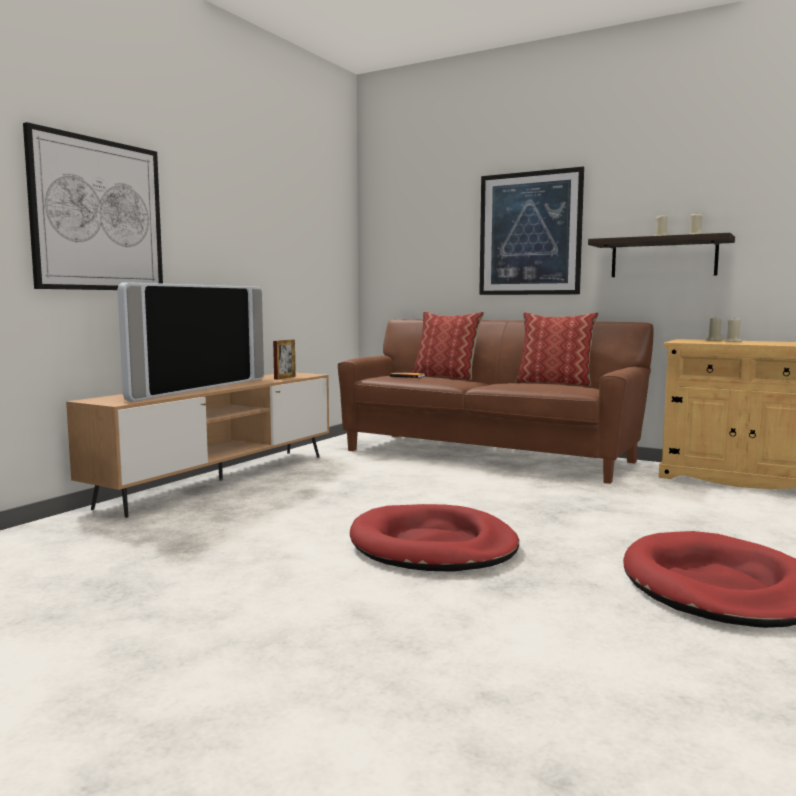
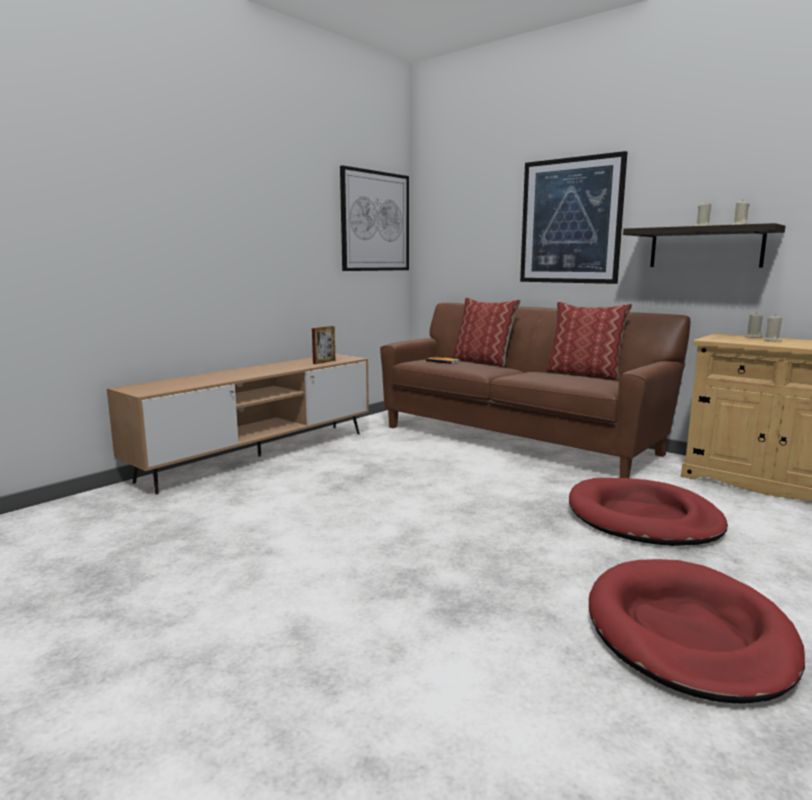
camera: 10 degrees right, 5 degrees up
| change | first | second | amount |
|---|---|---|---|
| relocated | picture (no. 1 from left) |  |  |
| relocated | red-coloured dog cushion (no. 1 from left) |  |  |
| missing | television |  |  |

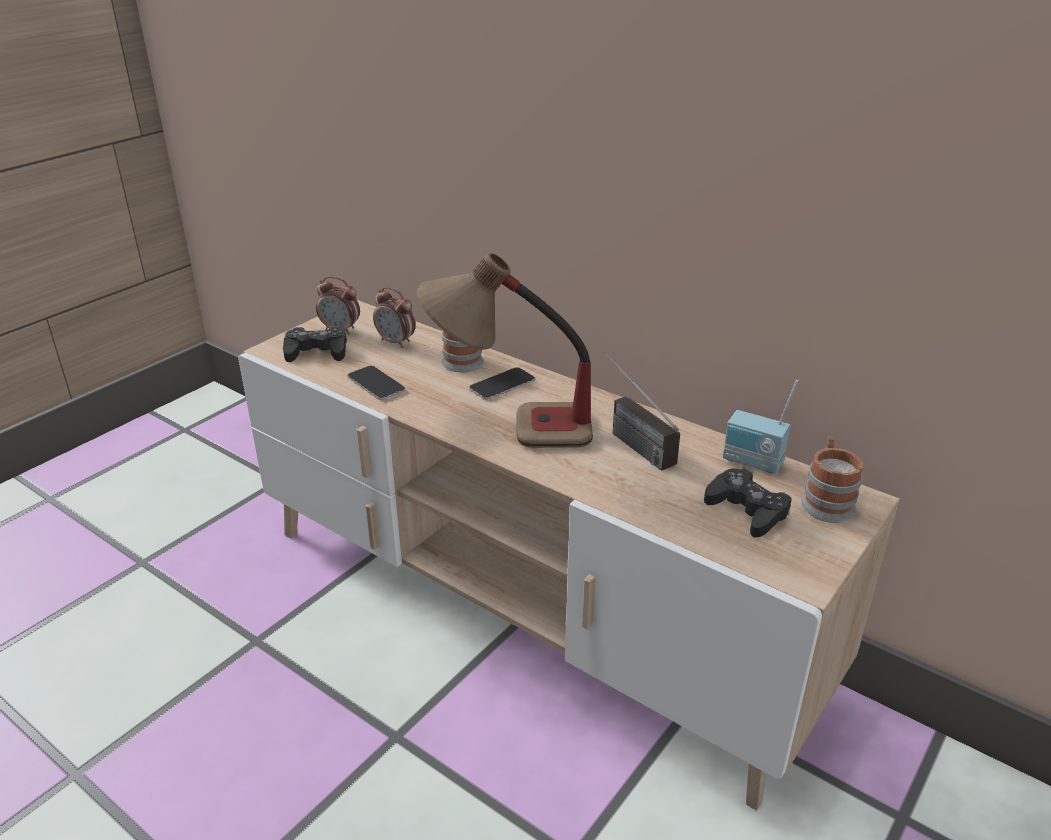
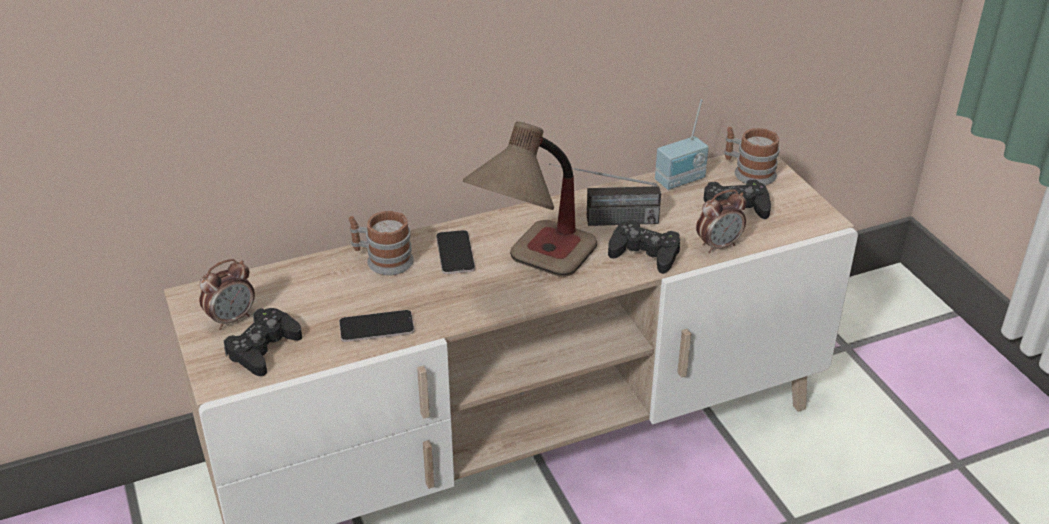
camera: 60 degrees left, 5 degrees up
| change | first | second | amount |
|---|---|---|---|
| appeared |  | black joypad (no. 2 from left) |  |
| relocated | alarm clock (no. 2 from left) |  |  |

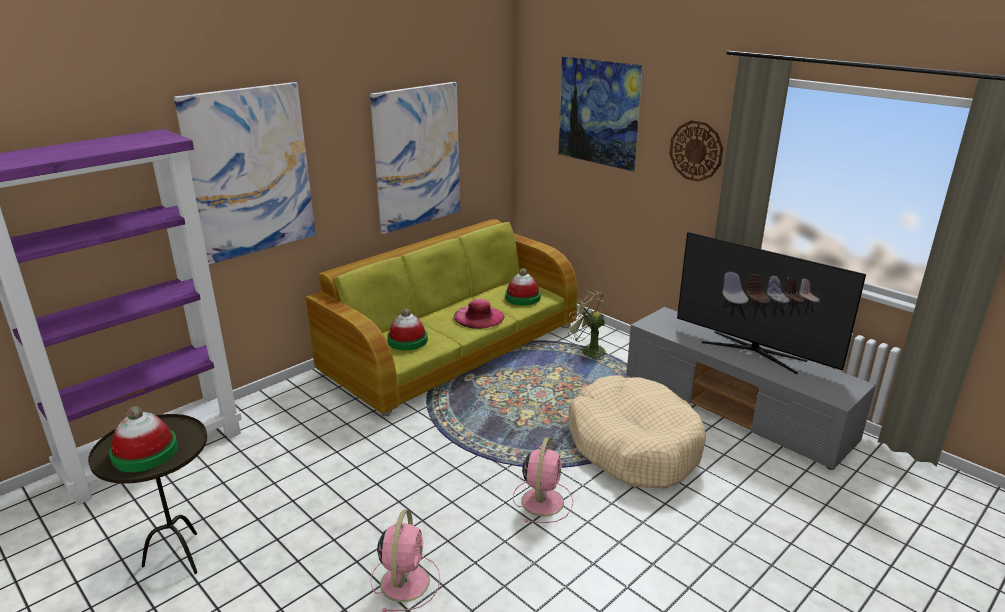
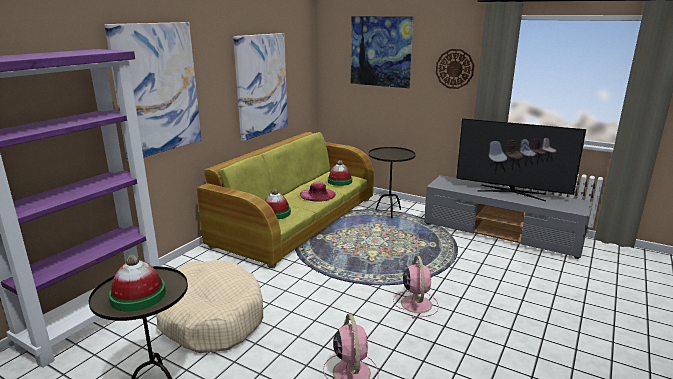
camera: 15 degrees left, 5 degrees down
| change | first | second | amount |
|---|---|---|---|
| relocated | beige-coloured dog cushion |  |  |
| exchanged | green cooling fan | brown-coloured end table (no. 2 from left) |  |

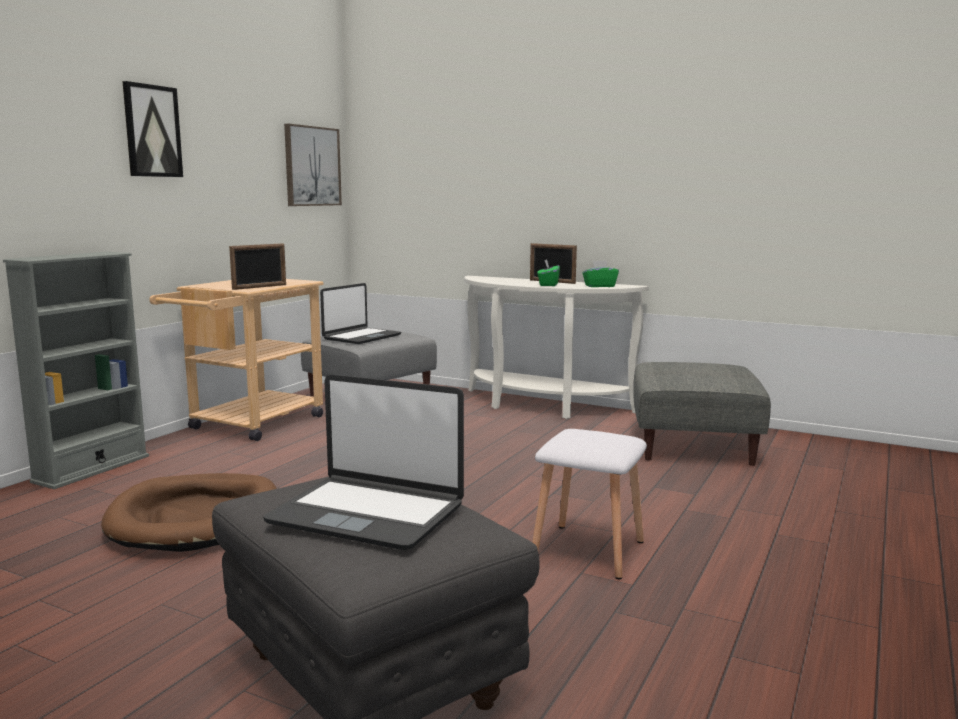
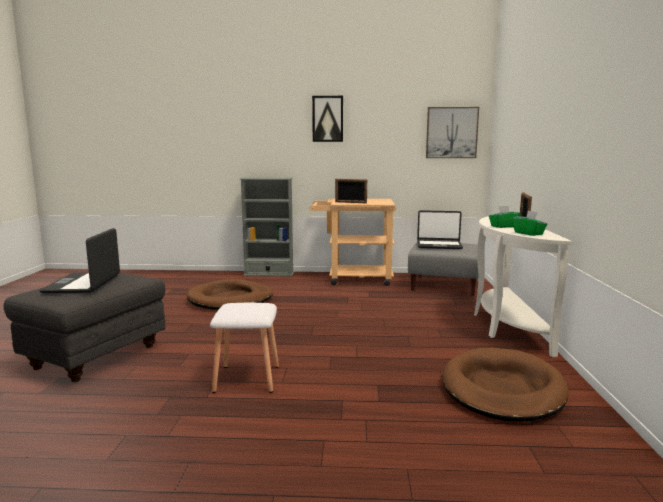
camera: 65 degrees right, 0 degrees up
| change | first | second | amount |
|---|---|---|---|
| exchanged | greyish pouffe (no. 3 from left) | brown-coloured dog cushion (no. 2 from left) |  |

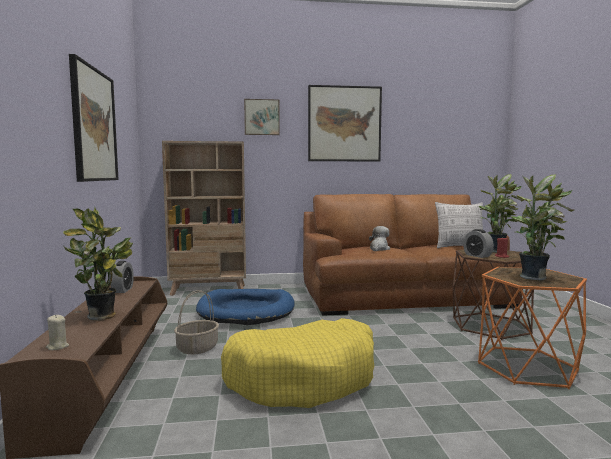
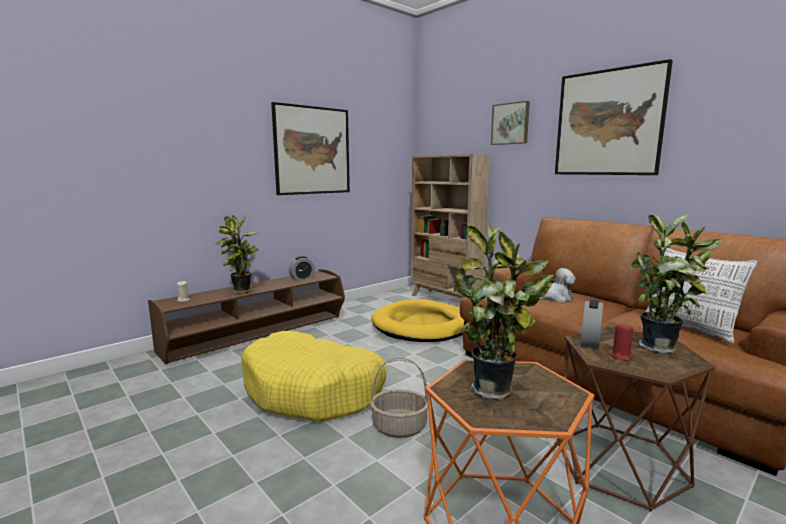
camera: 55 degrees right, 5 degrees up
| change | first | second | amount |
|---|---|---|---|
| relocated | household basket |  |  |
| colour | bluish dog cushion | yellow-coloured dog cushion (no. 2 from left) |  |

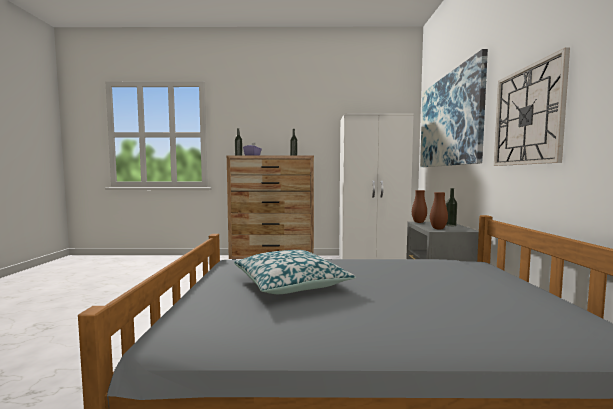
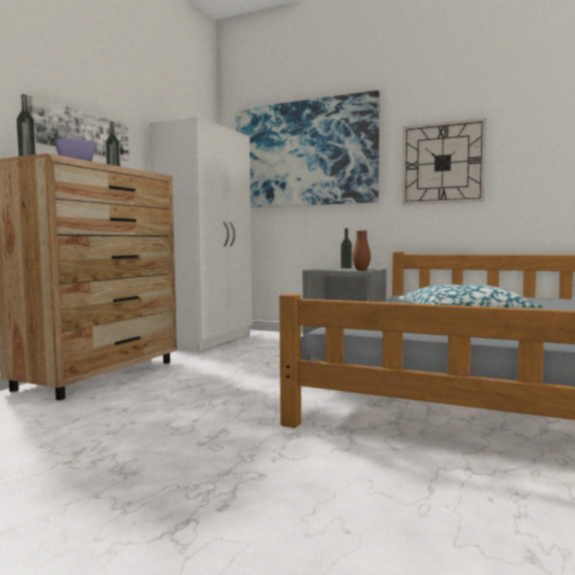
camera: 65 degrees left, 0 degrees up
| change | first | second | amount |
|---|---|---|---|
| appeared |  | picture (no. 1 from left) |  |
| missing | brown-coloured vase (no. 1 from left) |  |  |

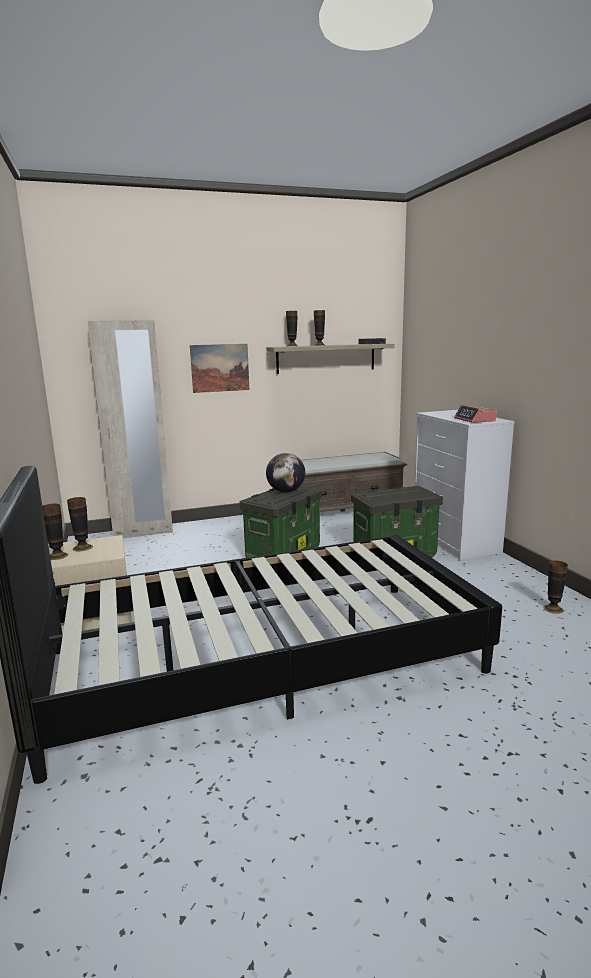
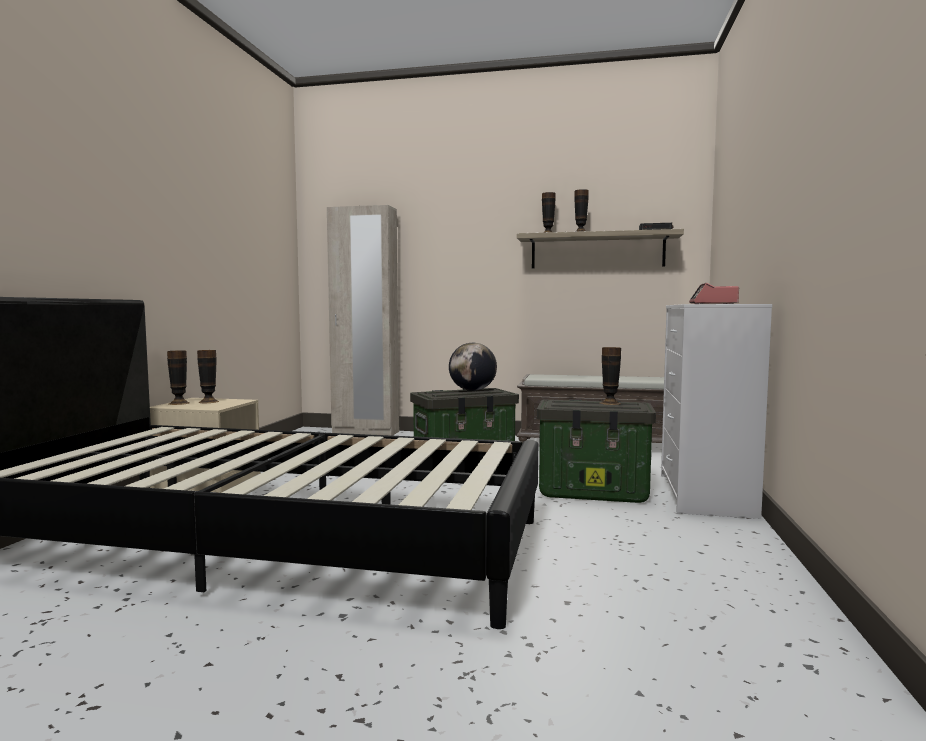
camera: 30 degrees right, 10 degrees down
| change | first | second | amount |
|---|---|---|---|
| relocated | vase (no. 5 from left) |  |  |
| missing | picture |  |  |

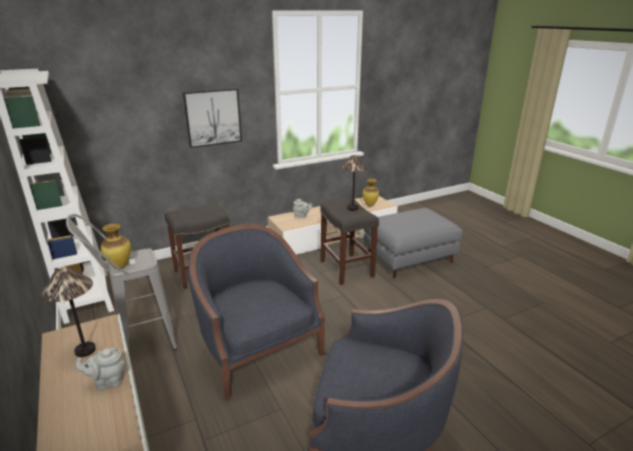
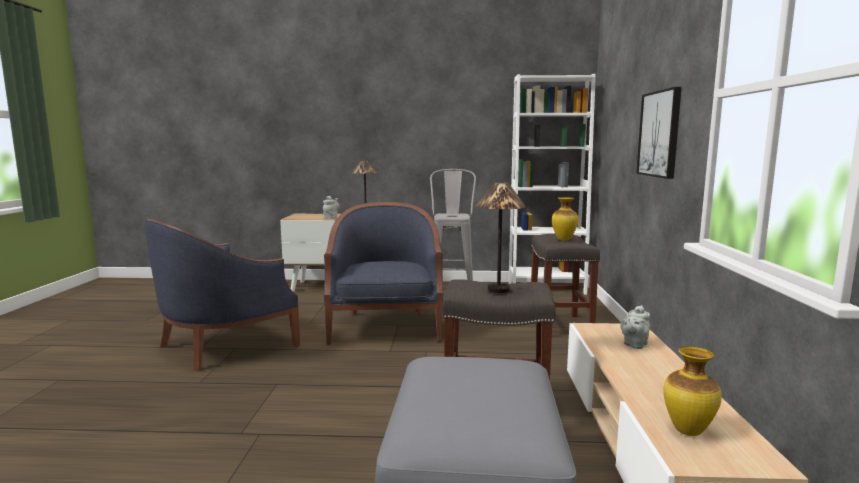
camera: 120 degrees right, 15 degrees down
| change | first | second | amount |
|---|---|---|---|
| spun | bluish lounge chair (no. 1 from left in the first image) | bluish lounge chair (no. 2 from left) | 90 degrees counterclockwise |
| relocated | vase (no. 1 from left) |  |  |

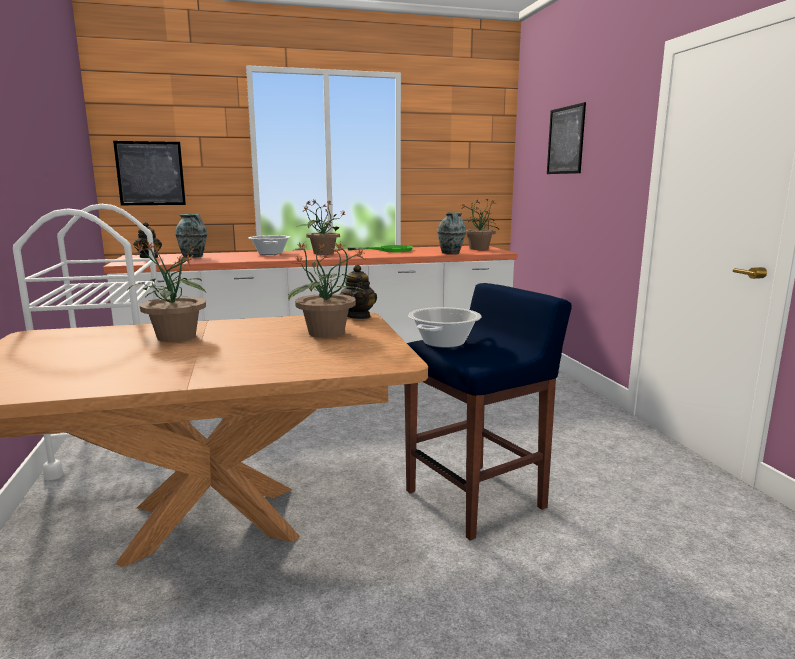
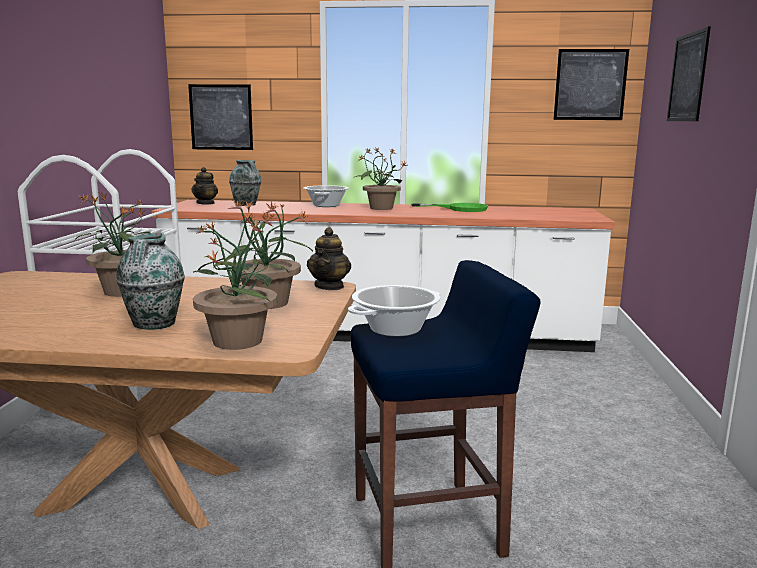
camera: 20 degrees right, 0 degrees up
| change | first | second | amount |
|---|---|---|---|
| relocated | vase (no. 2 from left in the first image) | vase (no. 1 from left) |  |
| relocated | plant in a pot (no. 4 from left in the first image) | plant in a pot (no. 2 from left) |  |
| appeared |  | picture (no. 2 from left) |  |

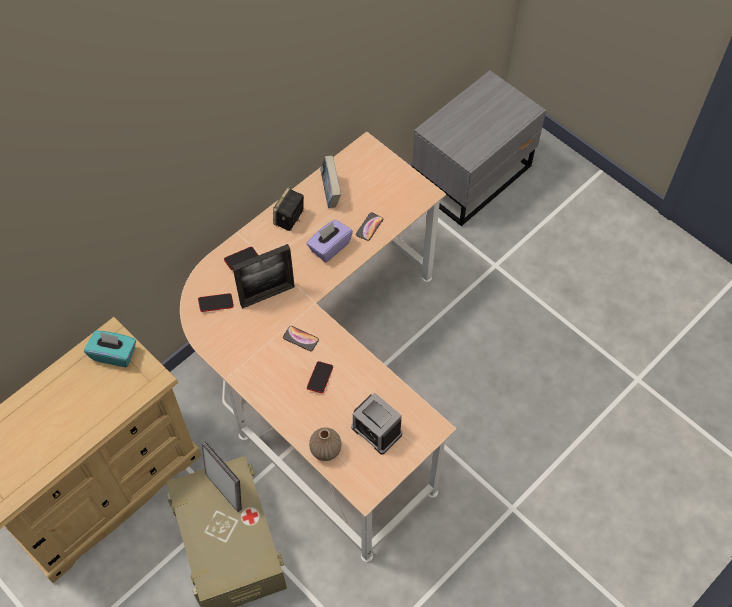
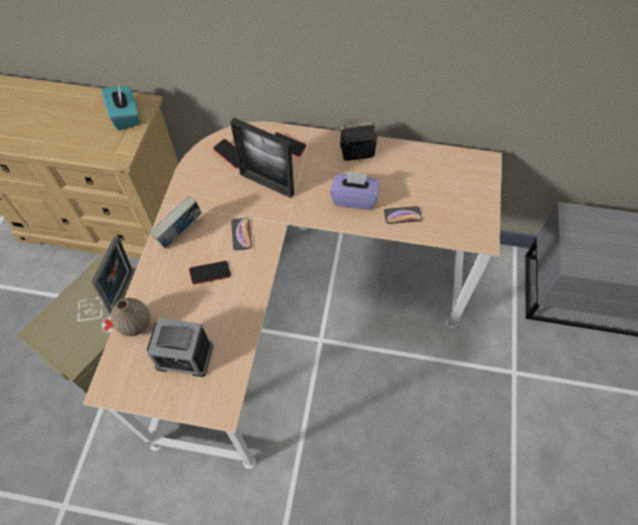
camera: 55 degrees right, 0 degrees up
| change | first | second | amount |
|---|---|---|---|
| spun | alarm clock |  | 90 degrees counterclockwise |
| relocated | volume |  |  |

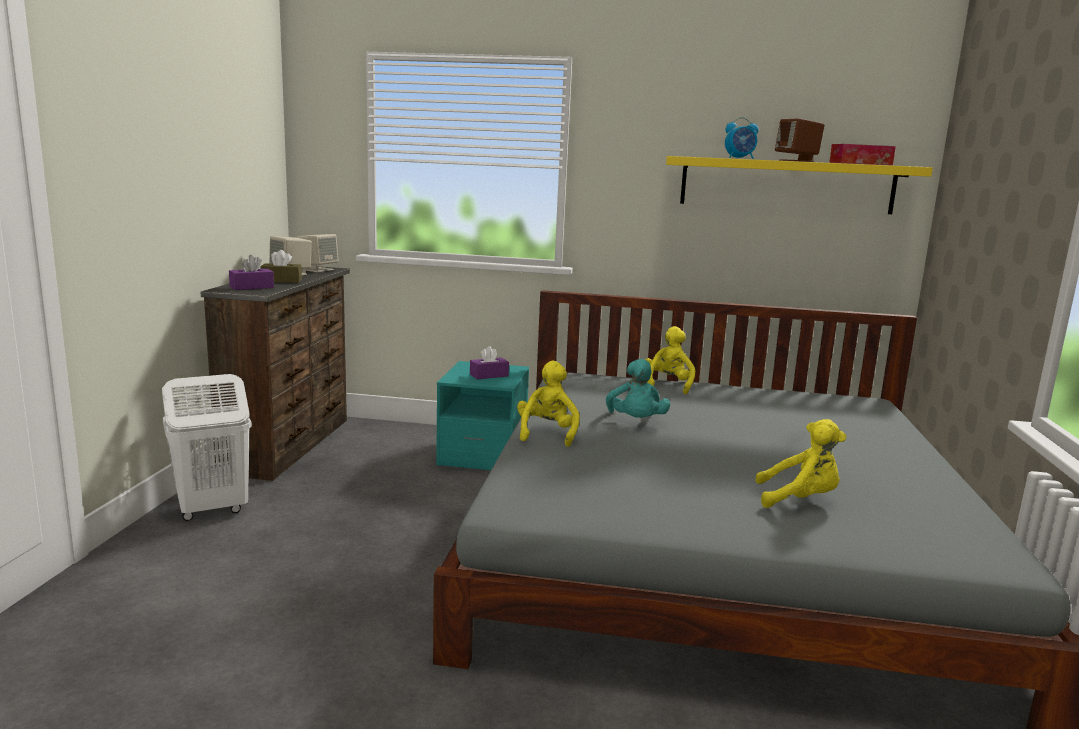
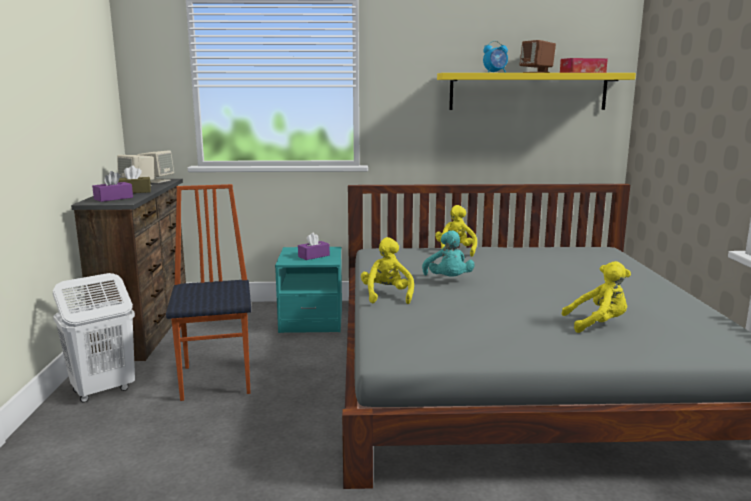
camera: 10 degrees left, 0 degrees up
| change | first | second | amount |
|---|---|---|---|
| appeared |  | chair |  |

